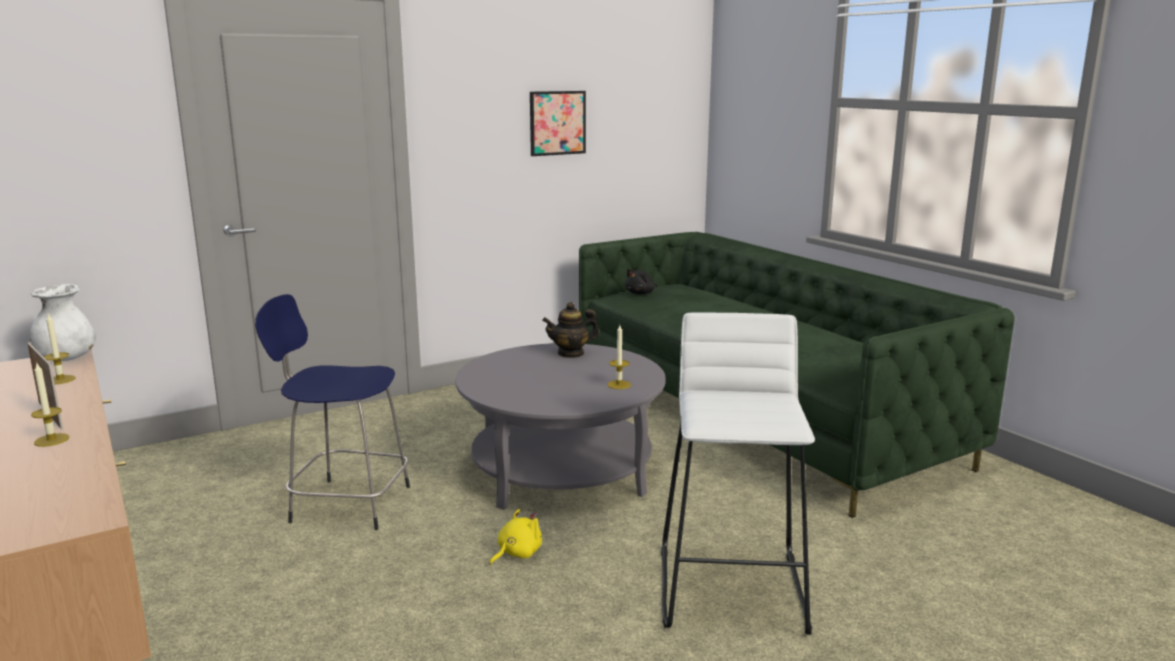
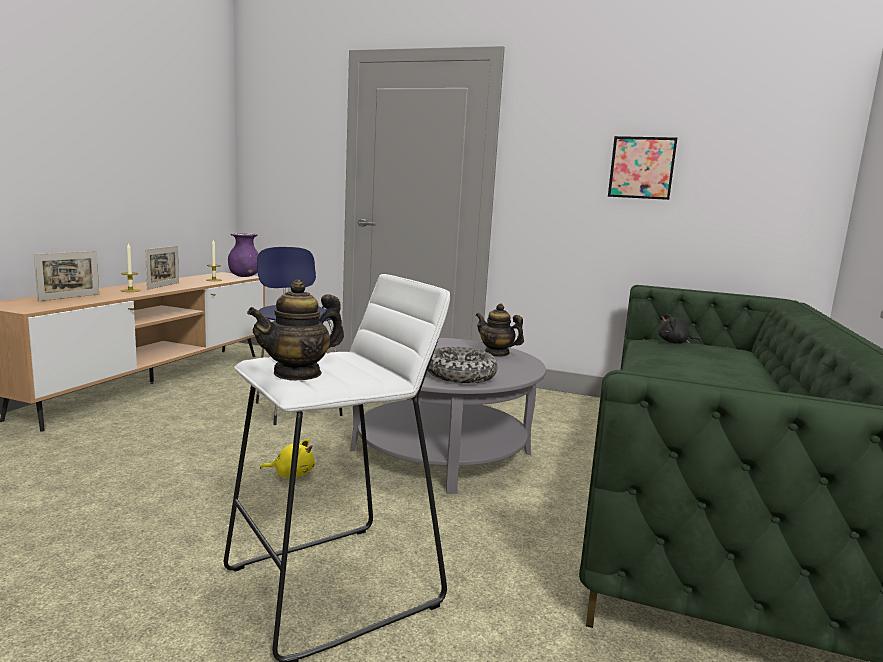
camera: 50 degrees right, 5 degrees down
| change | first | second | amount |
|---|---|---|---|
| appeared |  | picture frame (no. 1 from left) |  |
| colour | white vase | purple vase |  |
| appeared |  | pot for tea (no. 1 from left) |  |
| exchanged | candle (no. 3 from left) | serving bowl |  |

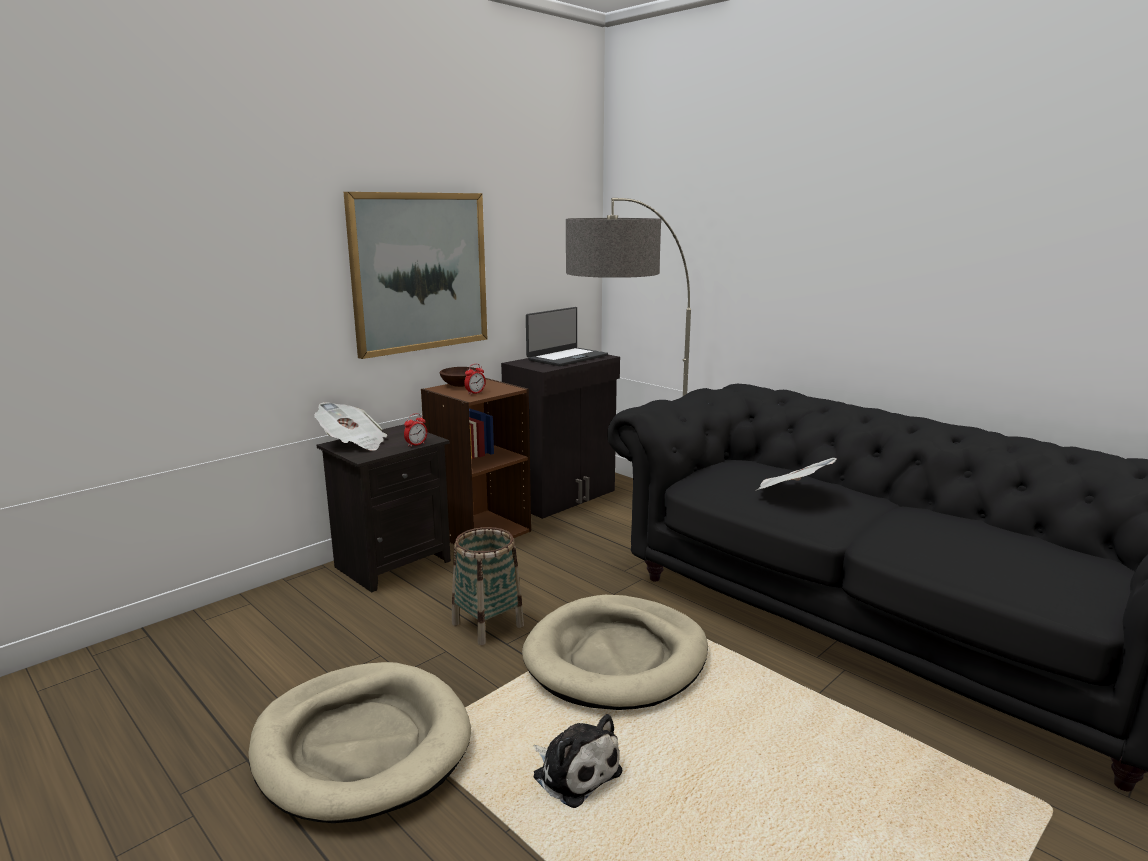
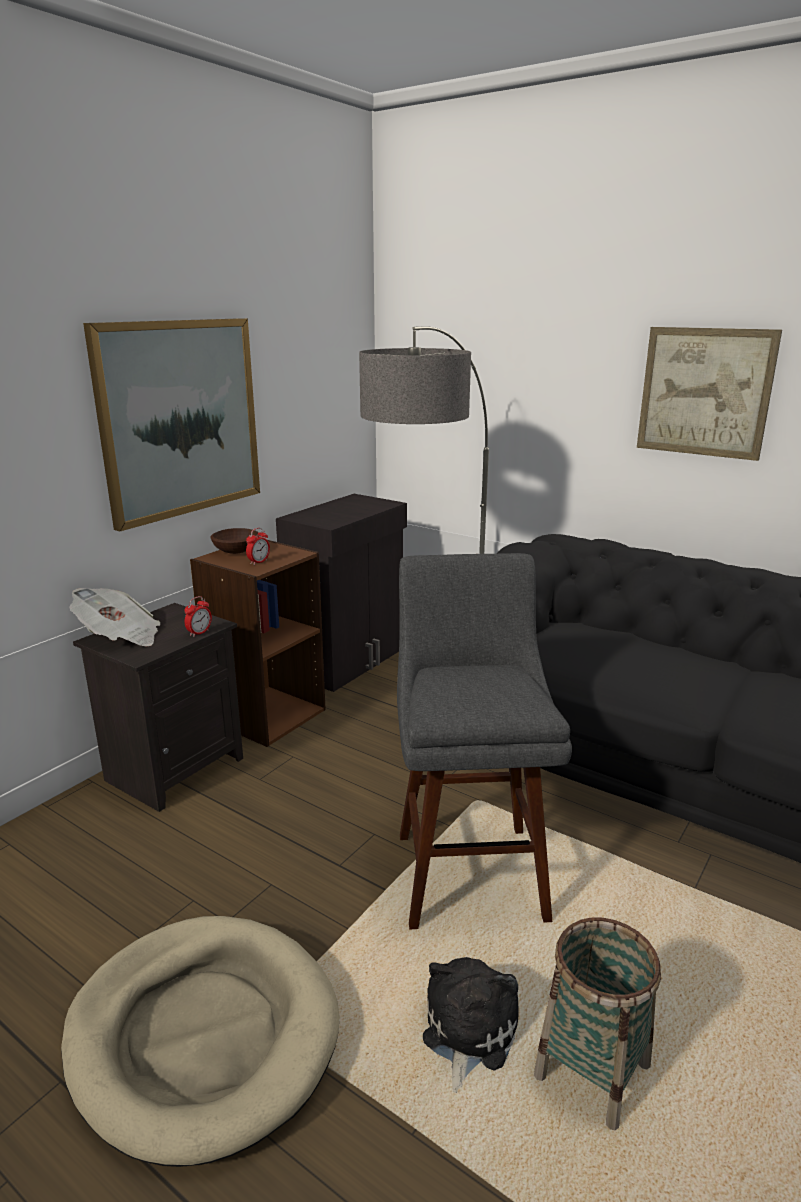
camera: 10 degrees left, 5 degrees up
| change | first | second | amount |
|---|---|---|---|
| exchanged | beige-coloured dog cushion (no. 2 from left) | greyish stool |  |
| spun | soft toy |  | 105 degrees counterclockwise |
| relocated | household basket |  |  |
| appeared |  | picture (no. 2 from left) |  |
| missing | portable computer |  |  |
| missing | daily paper (no. 2 from left) |  |  |

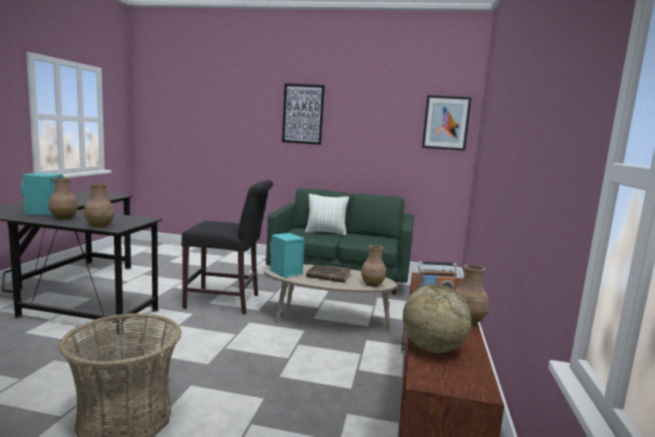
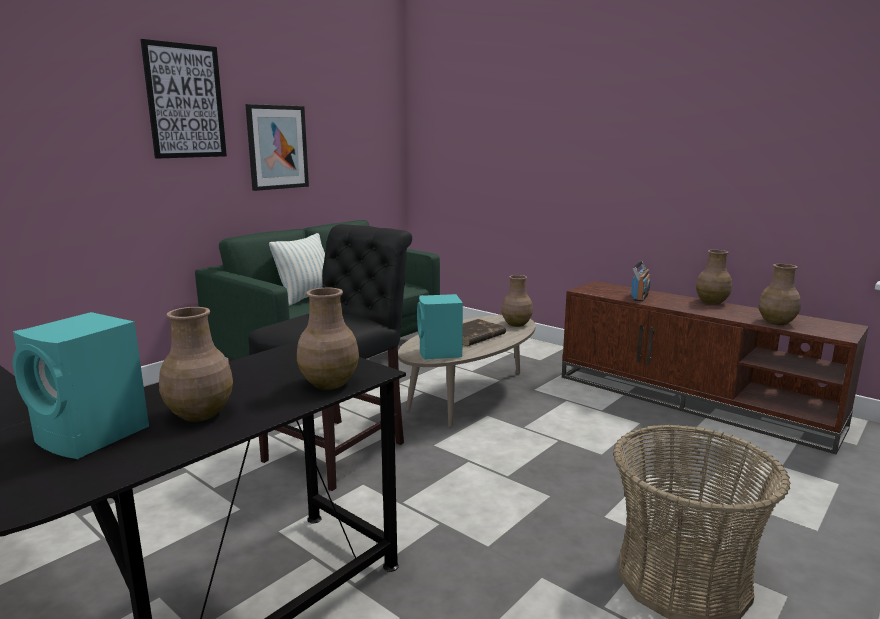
camera: 60 degrees left, 5 degrees up
| change | first | second | amount |
|---|---|---|---|
| relocated | picture (no. 2 from left) |  |  |
| exchanged | world globe | brown-coloured vase (no. 5 from left) |  |

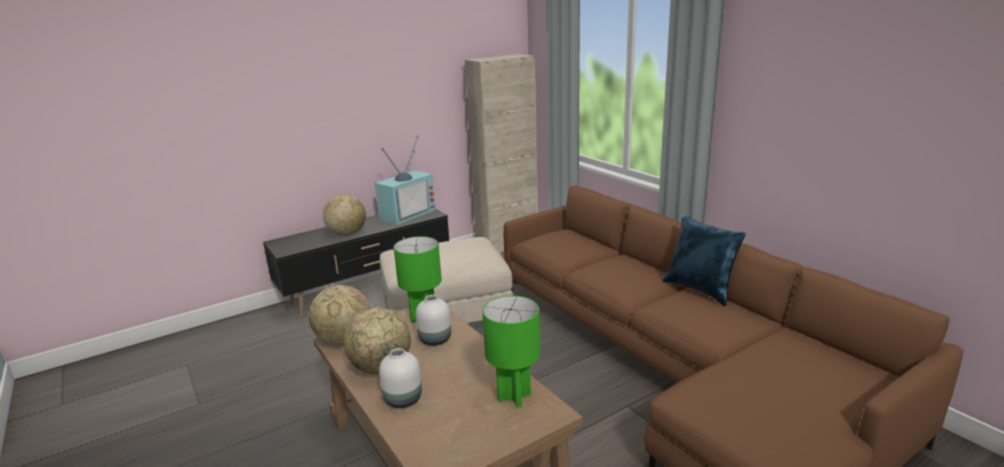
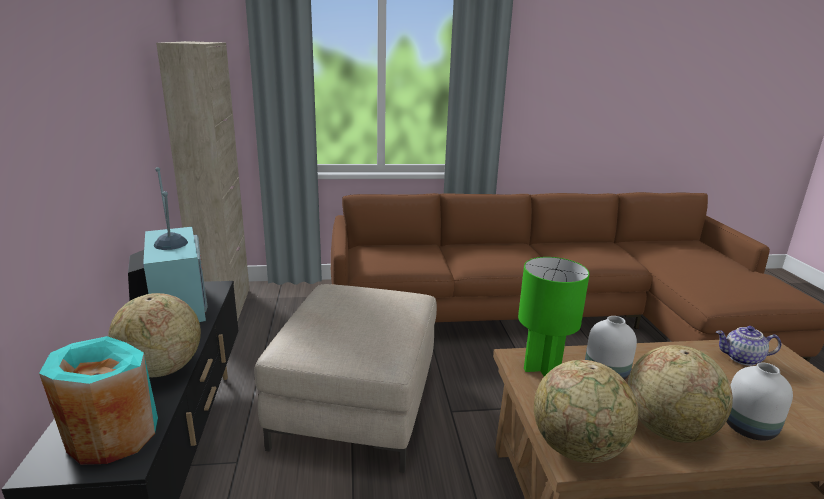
camera: 65 degrees left, 0 degrees up
| change | first | second | amount |
|---|---|---|---|
| appeared |  | blue-green vase |  |
| exchanged | green table lamp (no. 2 from left) | pot for tea |  |
| missing | bluish cushion |  |  |

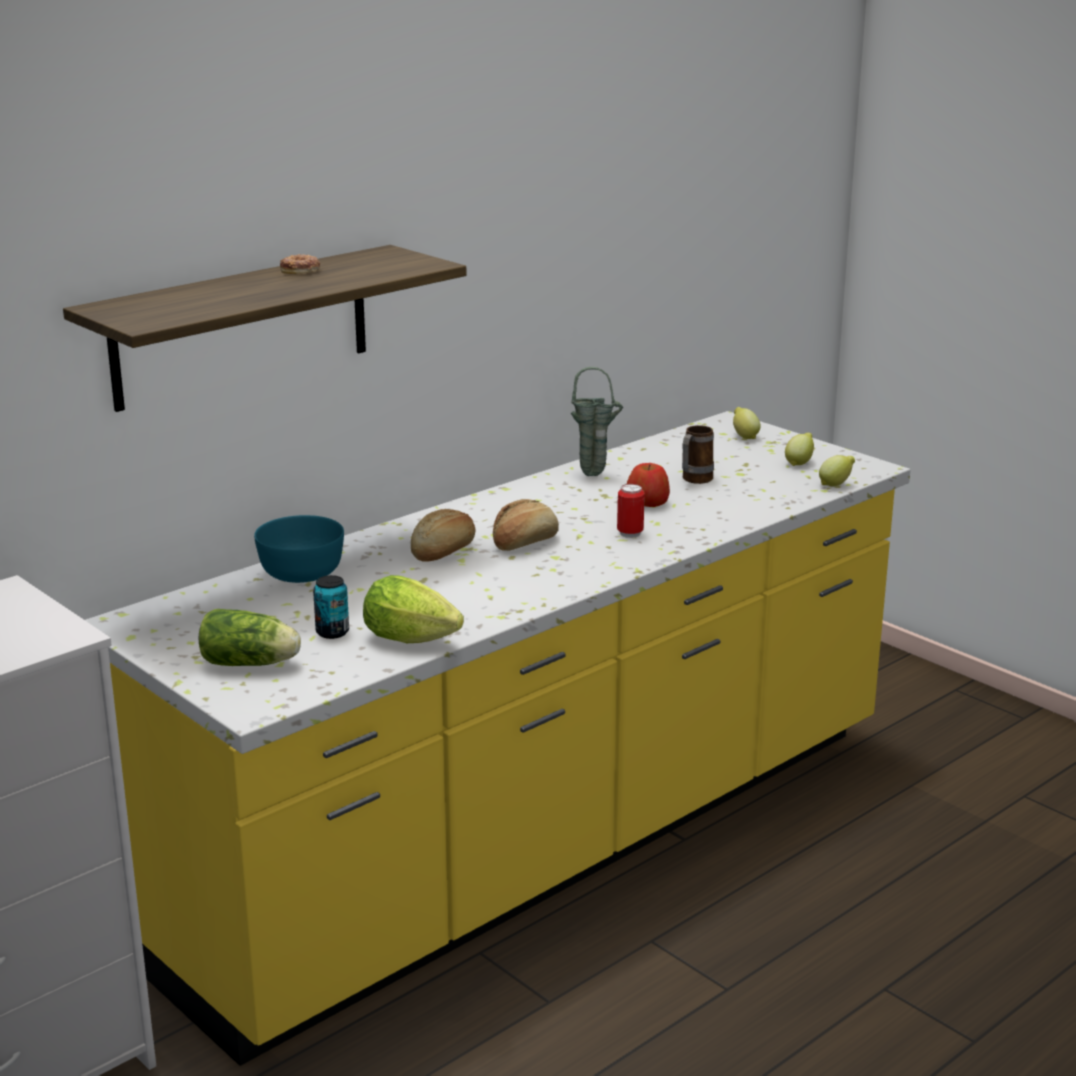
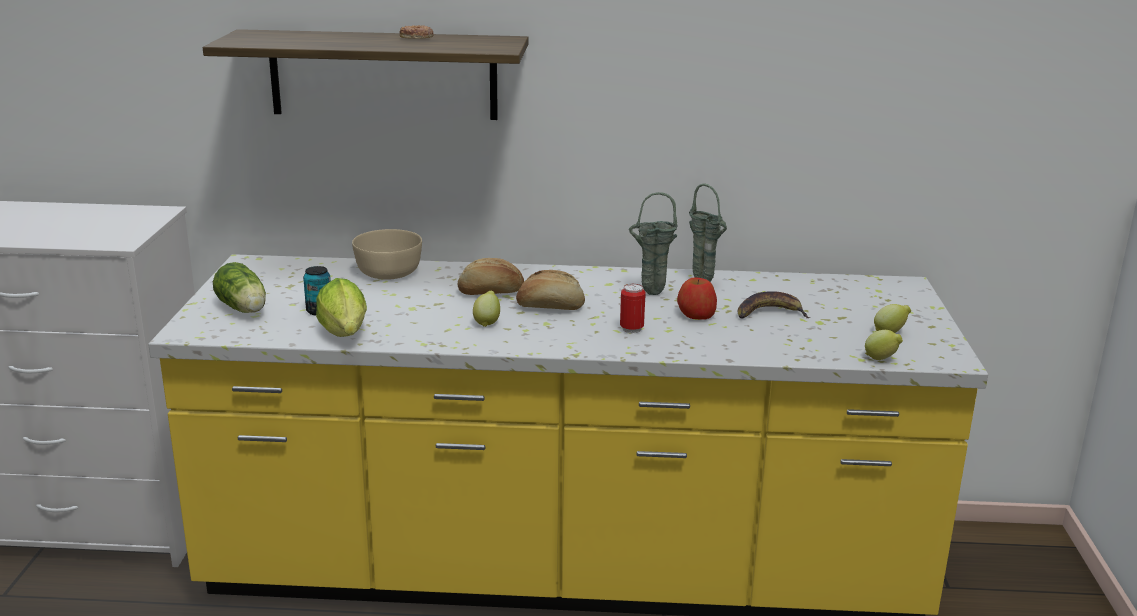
camera: 45 degrees right, 0 degrees up
| change | first | second | amount |
|---|---|---|---|
| colour | blue-green serving bowl | beige-coloured serving bowl |  |
| relocated | lemon (no. 1 from left) |  |  |
| appeared |  | green vase (no. 1 from left) |  |
| exchanged | mug | banana |  |

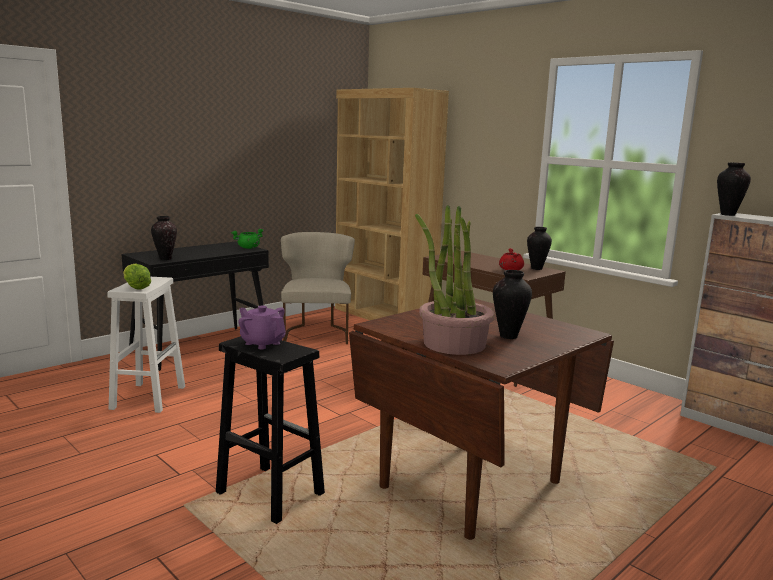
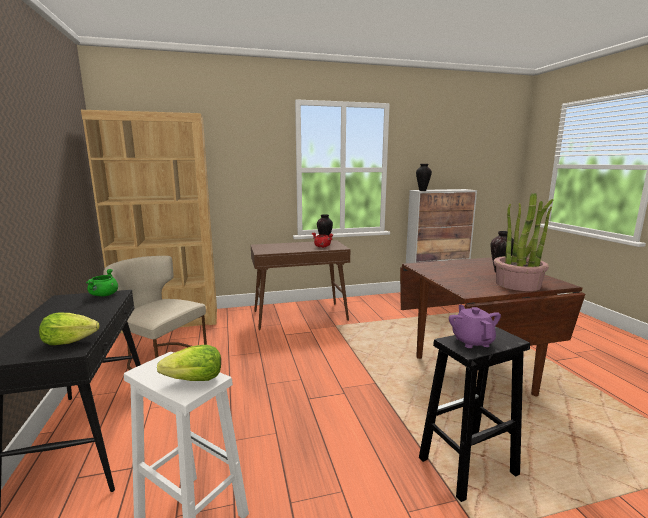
camera: 60 degrees left, 0 degrees up
| change | first | second | amount |
|---|---|---|---|
| exchanged | vase (no. 1 from left) | lettuce (no. 1 from left) |  |
| spun | purple pot for tea |  | 105 degrees clockwise |

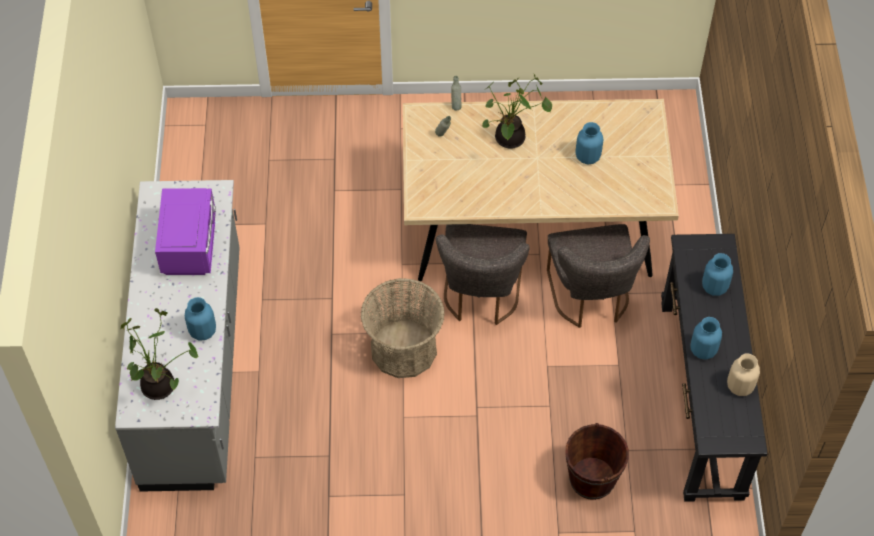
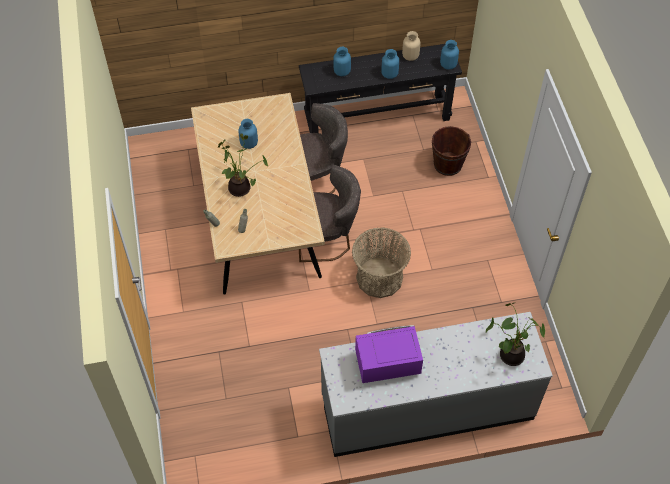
camera: 100 degrees left, 0 degrees up
| change | first | second | amount |
|---|---|---|---|
| relocated | bluish vase (no. 1 from left in the first image) | bluish vase (no. 4 from left) |  |

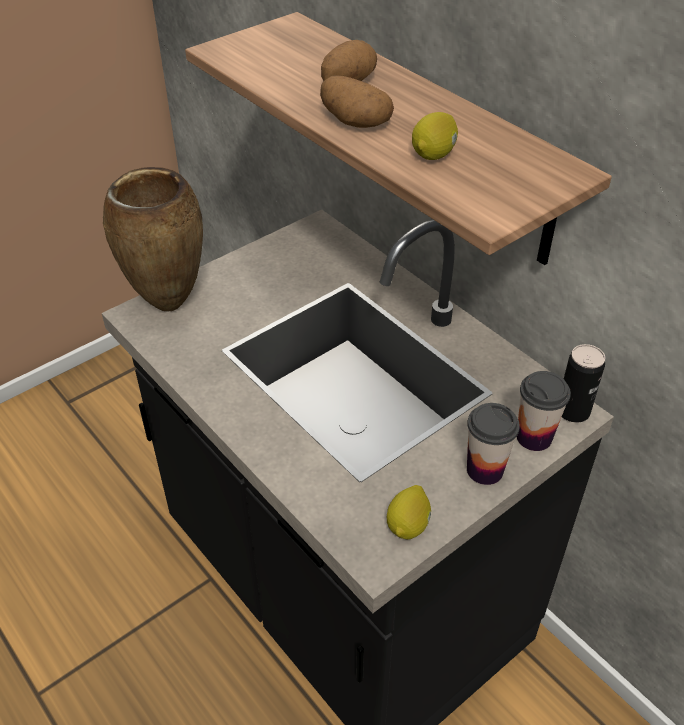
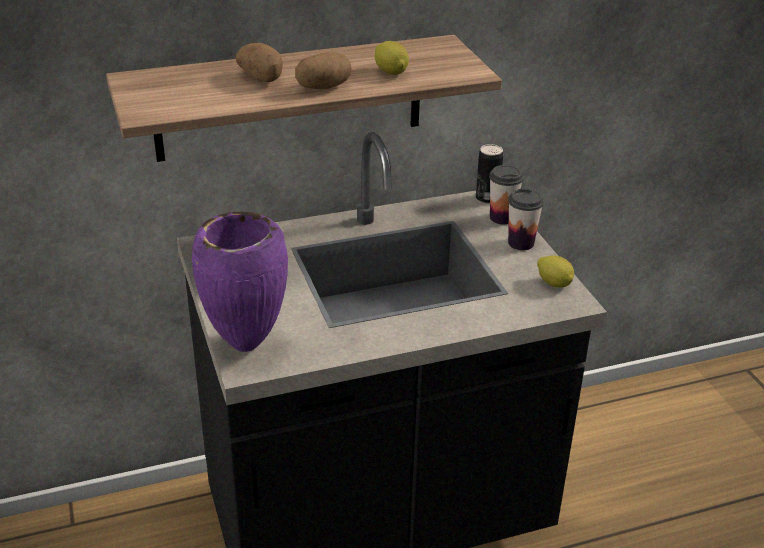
camera: 70 degrees left, 10 degrees down
| change | first | second | amount |
|---|---|---|---|
| colour | brown-coloured vase | purple vase |  |

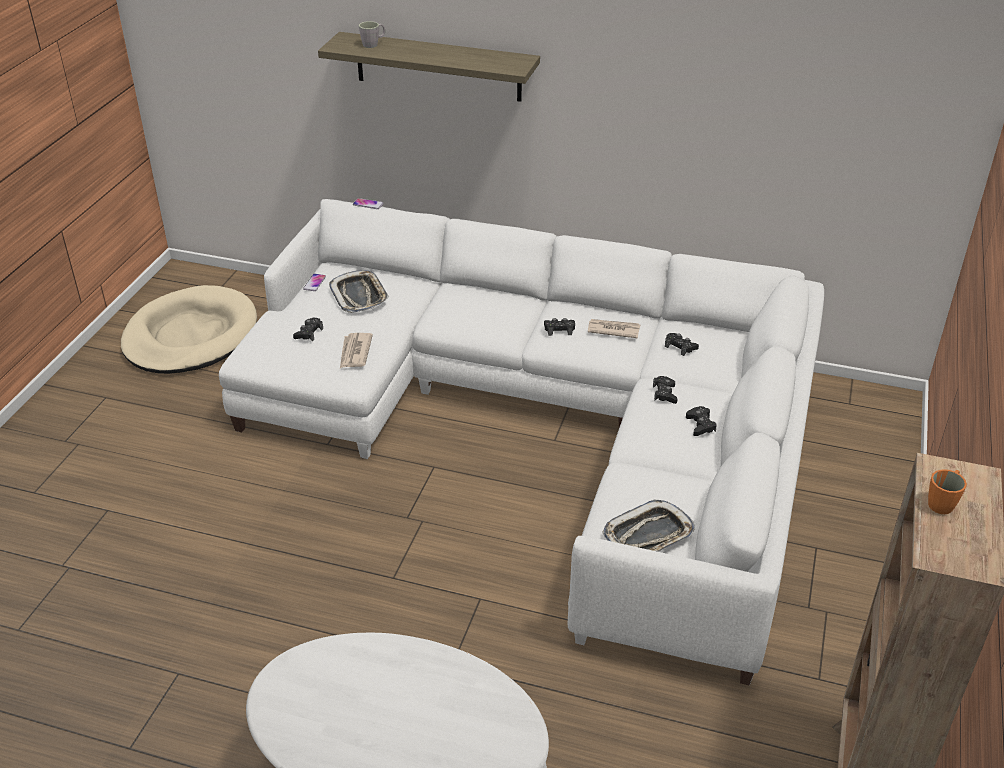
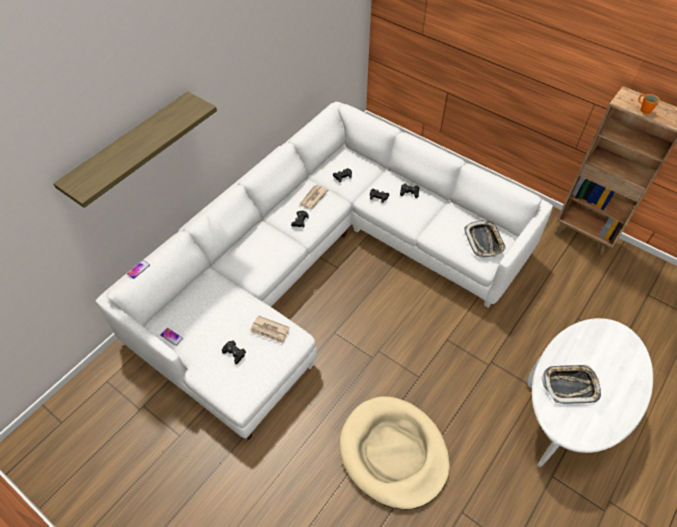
camera: 70 degrees left, 15 degrees up
| change | first | second | amount |
|---|---|---|---|
| relocated | beige-coloured dog cushion |  |  |
| relocated | carrying tray (no. 1 from left in the first image) | carrying tray (no. 2 from left) |  |
| missing | greyish mug |  |  |

